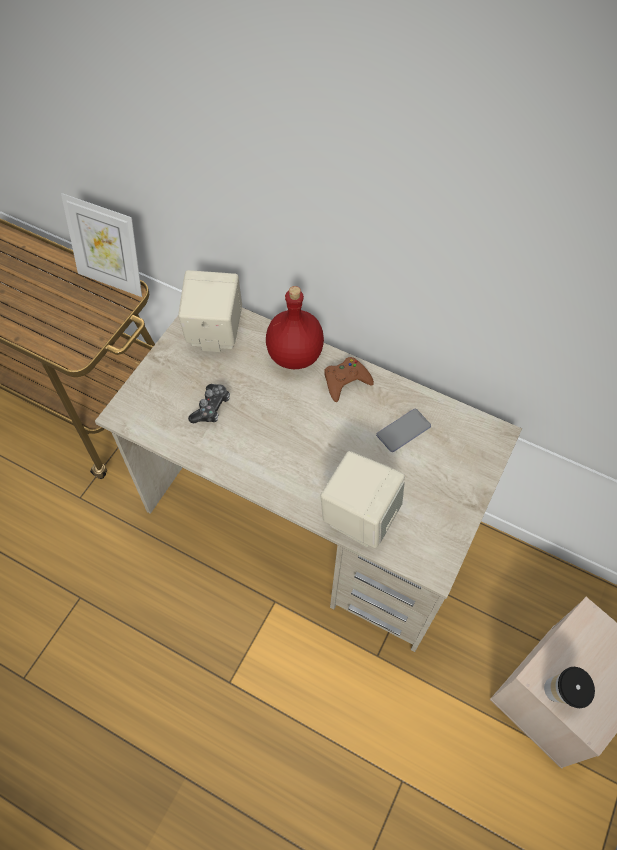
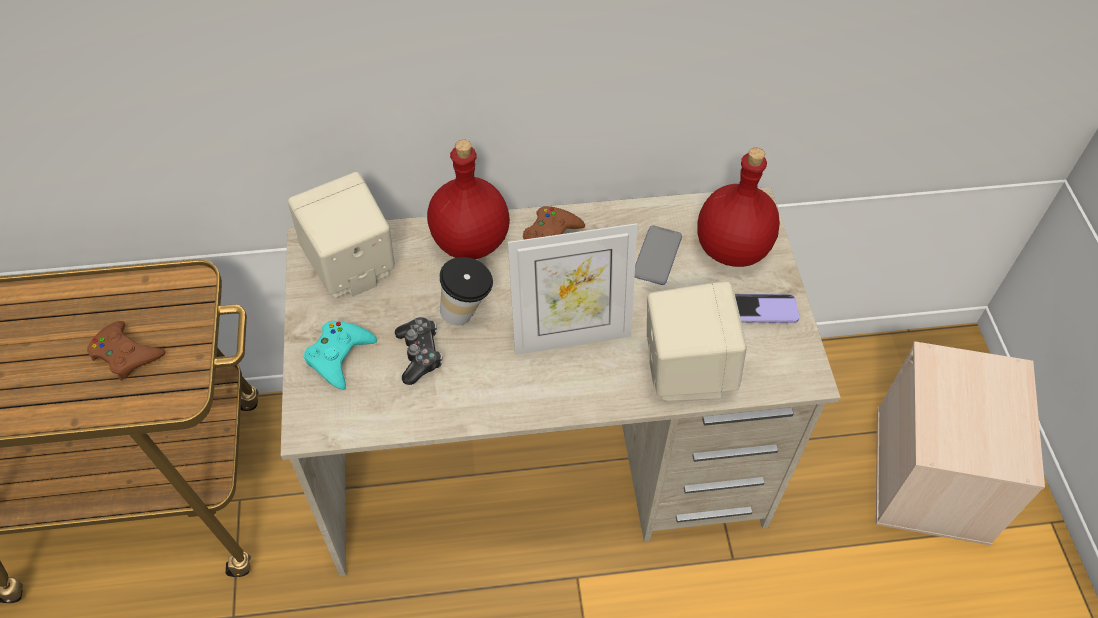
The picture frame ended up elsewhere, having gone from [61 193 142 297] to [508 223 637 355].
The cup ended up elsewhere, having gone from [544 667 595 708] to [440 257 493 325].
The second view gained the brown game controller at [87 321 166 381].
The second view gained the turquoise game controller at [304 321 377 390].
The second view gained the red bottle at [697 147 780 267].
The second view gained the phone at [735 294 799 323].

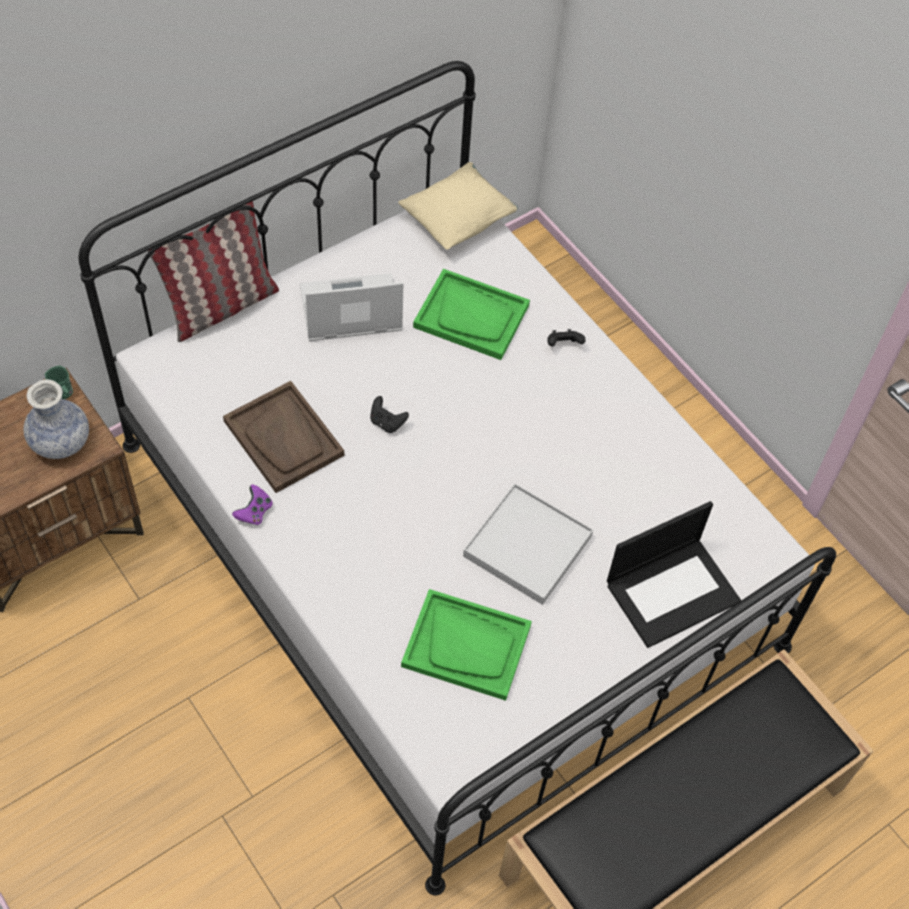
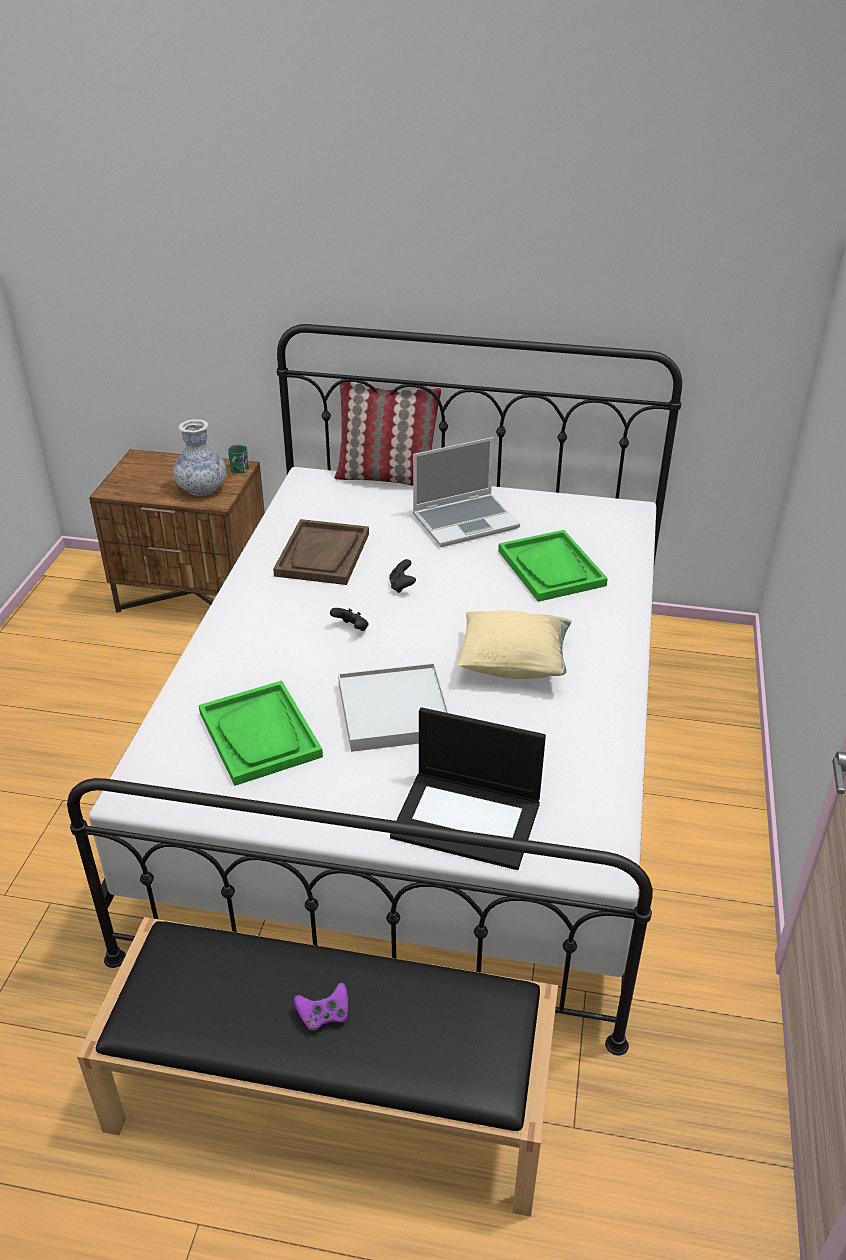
The purple game controller ended up elsewhere, having gone from [232 485 273 525] to [294 983 348 1031].
The laptop at [300 273 404 341] ended up facing another way, 120 degrees clockwise from before.
The beige pillow ended up elsewhere, having gone from [398 162 518 249] to [457 610 572 679].
The black game controller ended up elsewhere, having gone from [547 329 586 346] to [330 608 369 631].

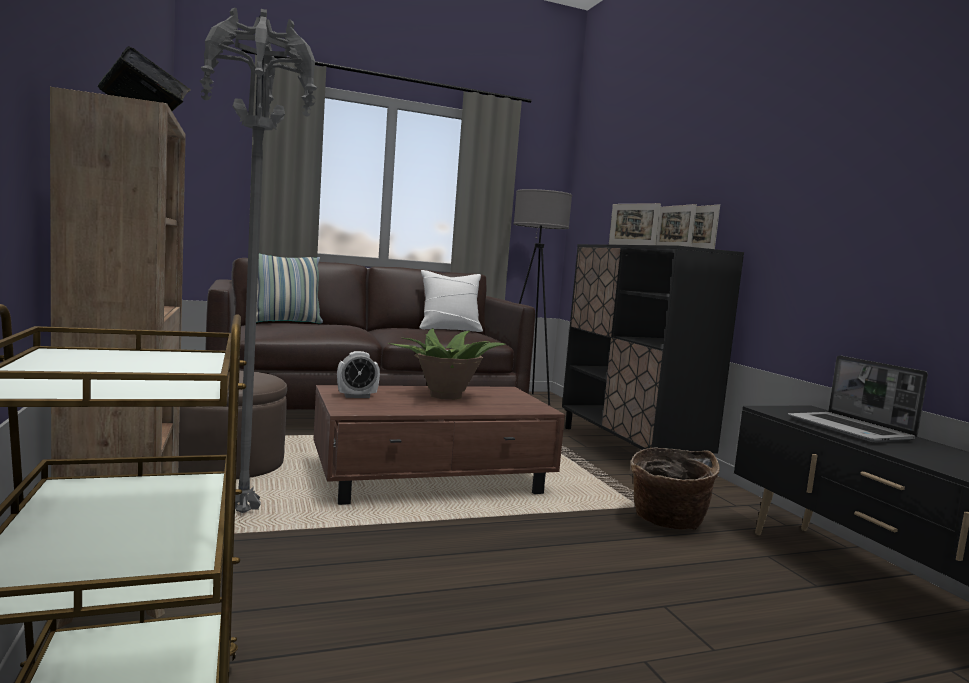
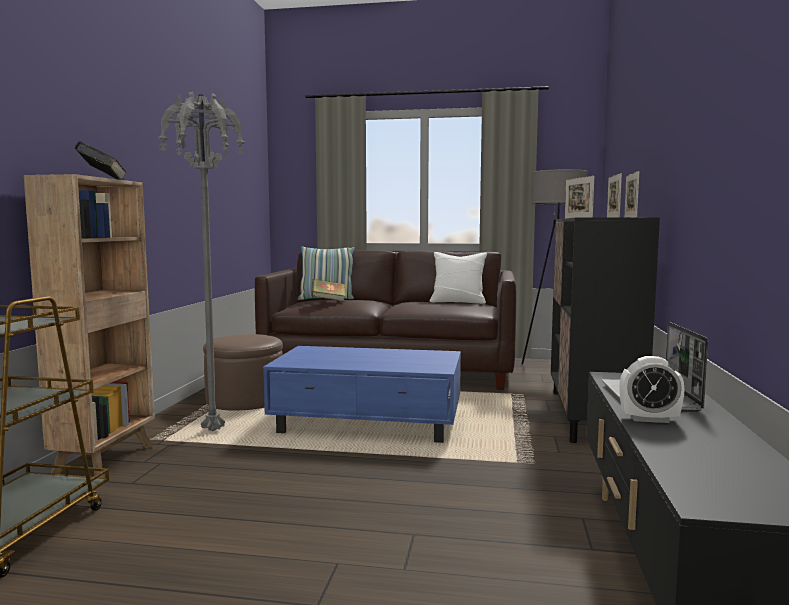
What was the brown coffee table at [313 385 565 505] turned into the blue coffee table at [263 346 461 443].
The alarm clock ended up elsewhere, having gone from [337 351 380 398] to [620 356 685 423].
The second view lost the potted plant at [388 328 505 400].
The second view lost the basket at [630 447 720 530].
The second view gained the book at [312 279 346 302].

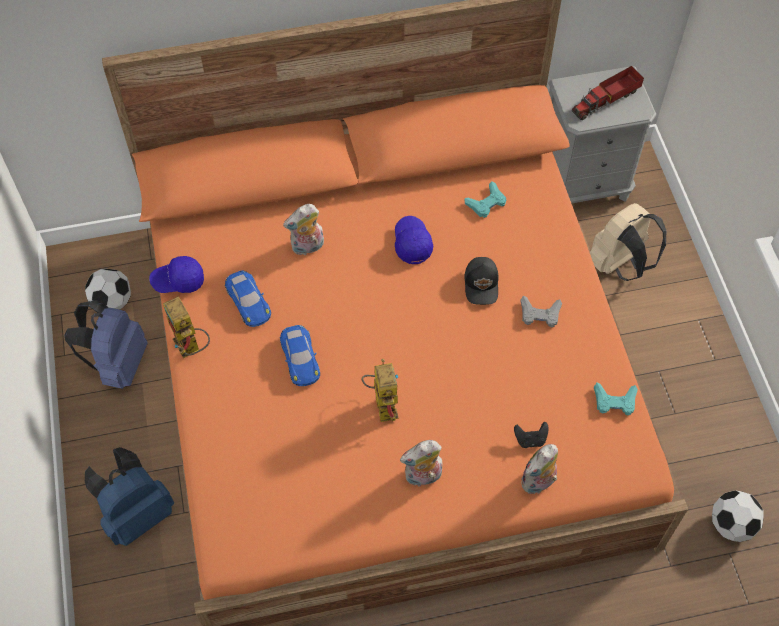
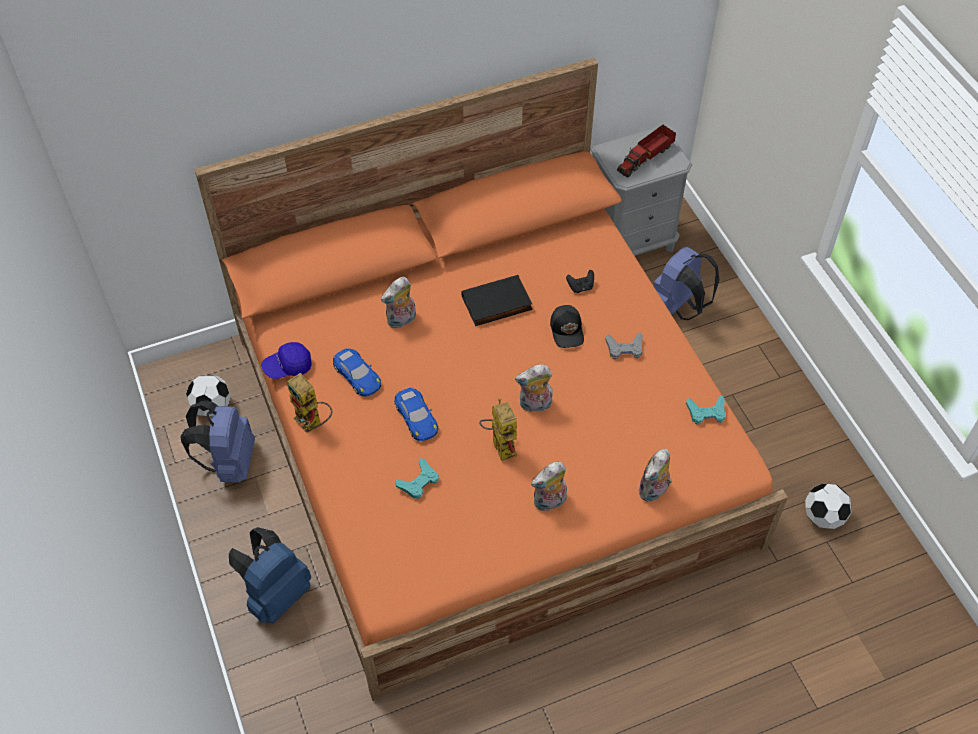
Where the blue cap stood at [395 216 433 264], the black book came to stand at [461 275 532 326].
The turquoise game controller ended up elsewhere, having gone from [464 181 507 218] to [395 458 439 499].
The black game controller ended up elsewhere, having gone from [514 422 549 448] to [566 270 594 293].
What was the beige backpack at [589 203 666 281] turned into the blue backpack at [653 247 719 320].
The second view gained the plush toy at [515 364 553 412].

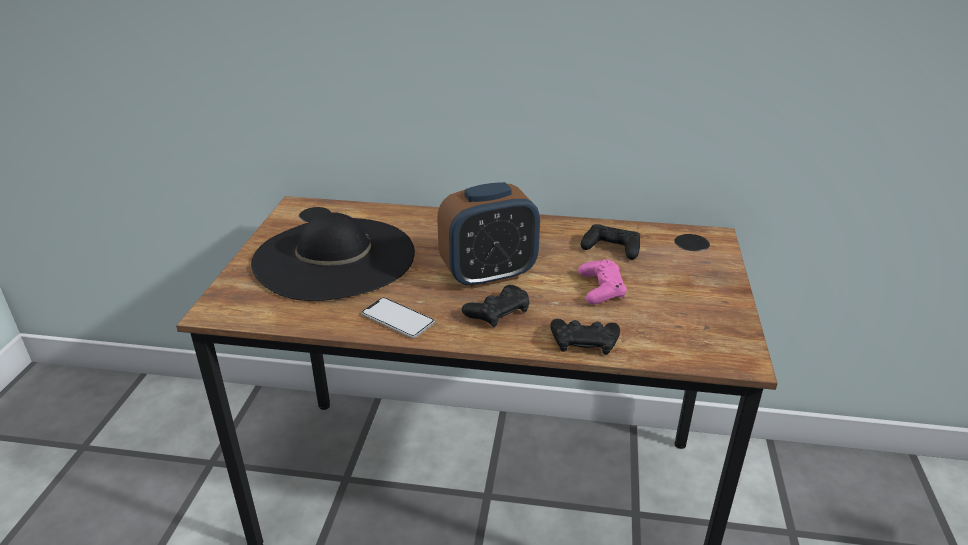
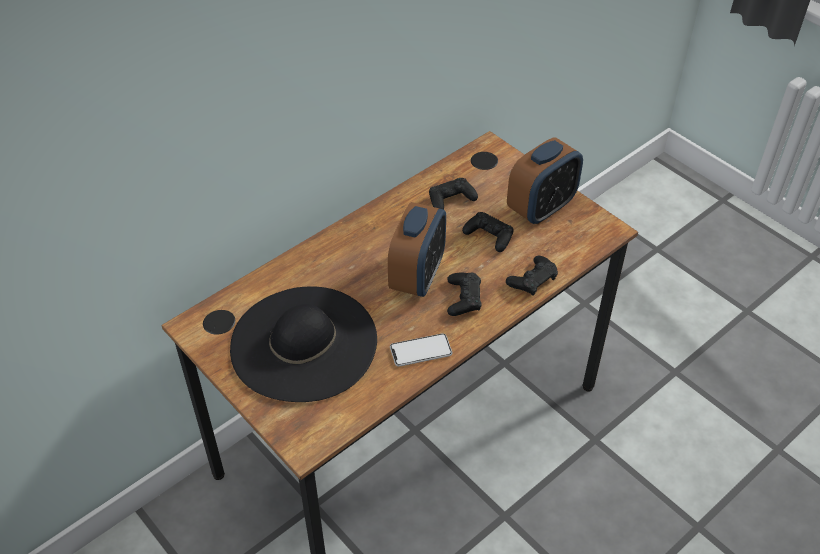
What was the pink game controller at [578 260 627 304] turned into the black game controller at [462 212 514 252].
The second view gained the alarm clock at [507 137 583 225].

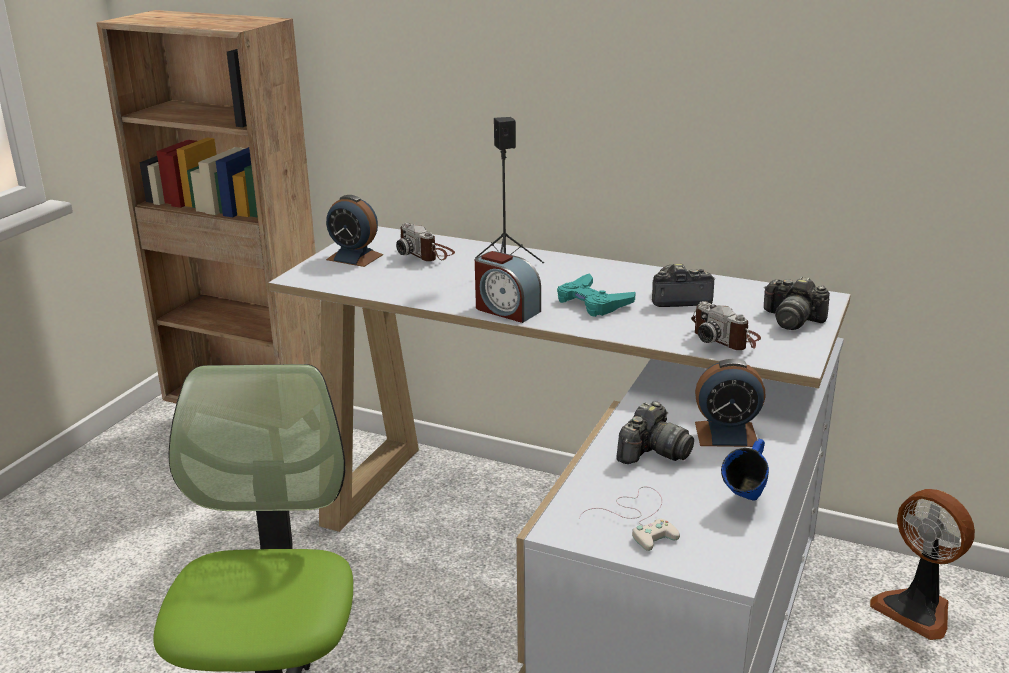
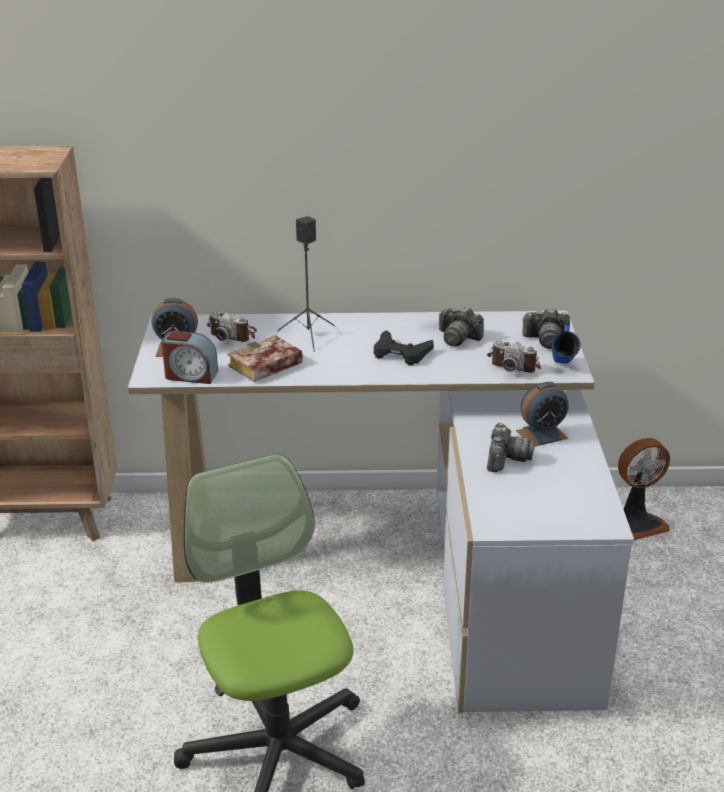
The alarm clock ended up elsewhere, having gone from [475 251 541 323] to [161 331 218 384].
What was the turquoise game controller at [557 273 636 317] turned into the black game controller at [374 330 434 366].
The second view lost the white game controller at [578 486 680 551].
The photo camera at [652 264 715 307] ended up facing another way, 120 degrees counterclockwise from before.
The blue mug ended up elsewhere, having gone from [721 439 769 501] to [552 325 581 364].
The fan at [870 489 975 640] ended up facing another way, 45 degrees counterclockwise from before.
The second view gained the book at [228 335 303 382].

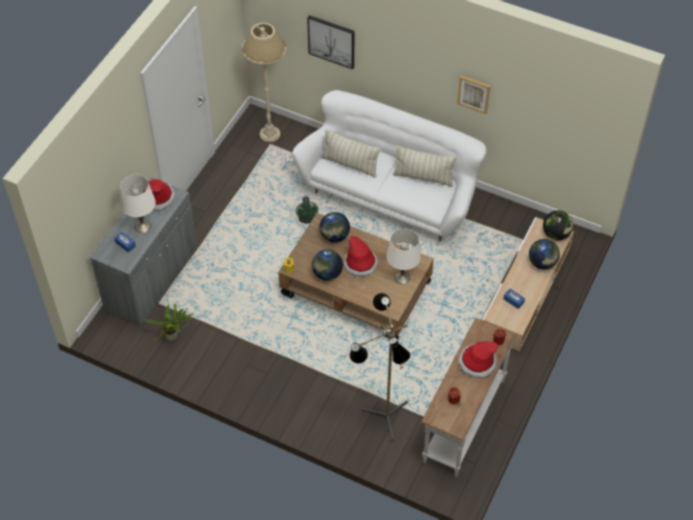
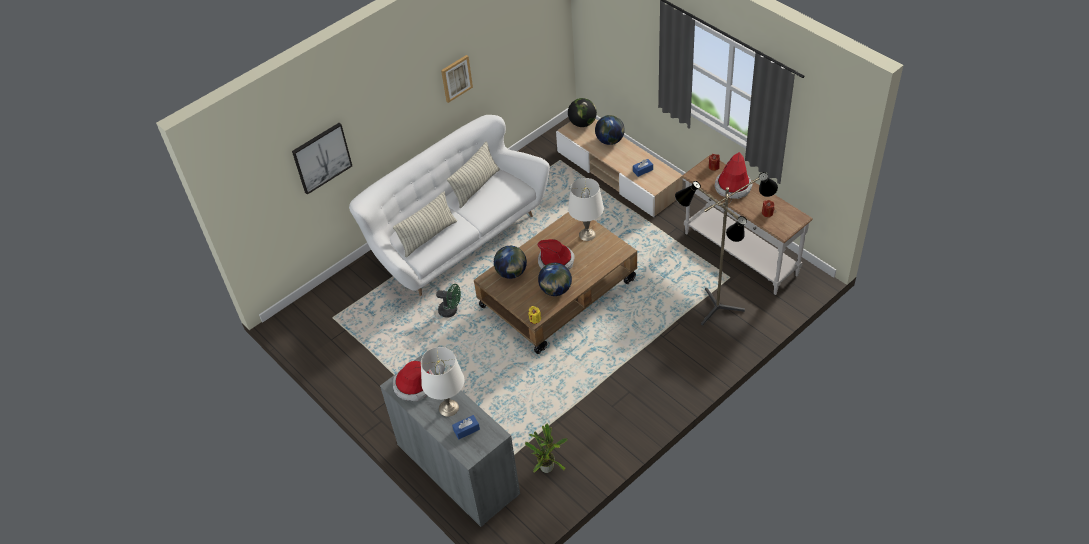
The second view lost the beige floor lamp at [242 23 286 142].

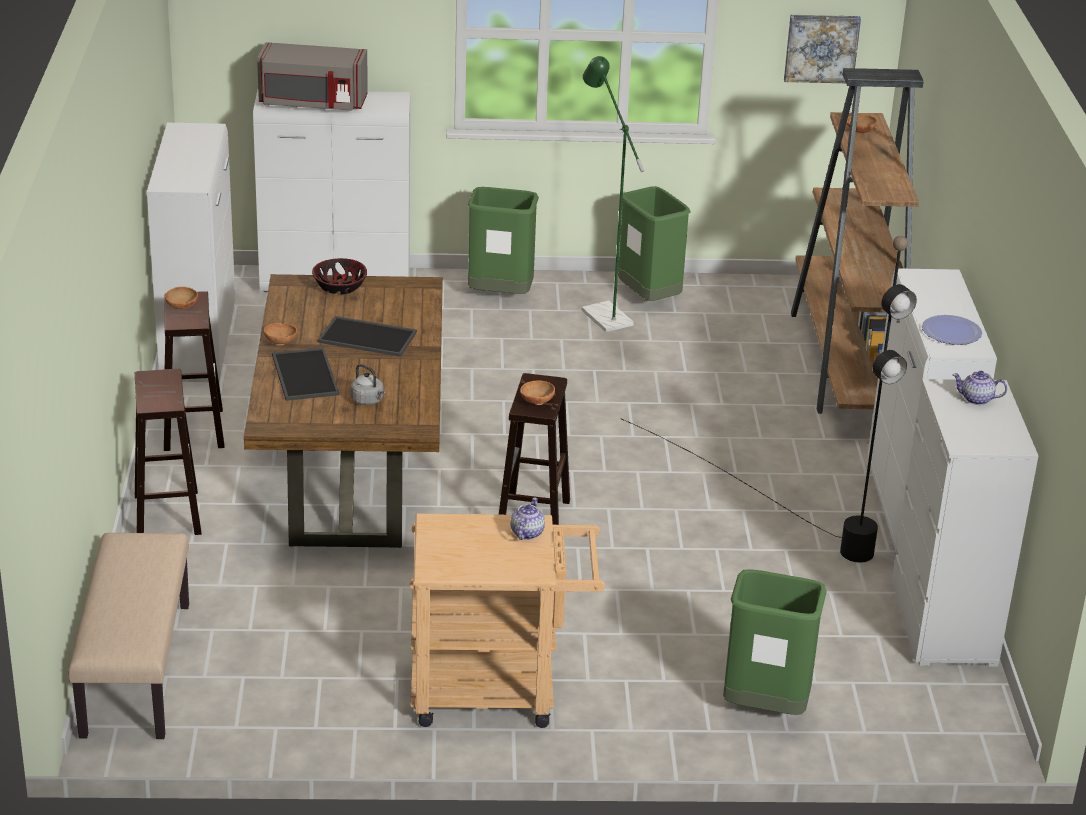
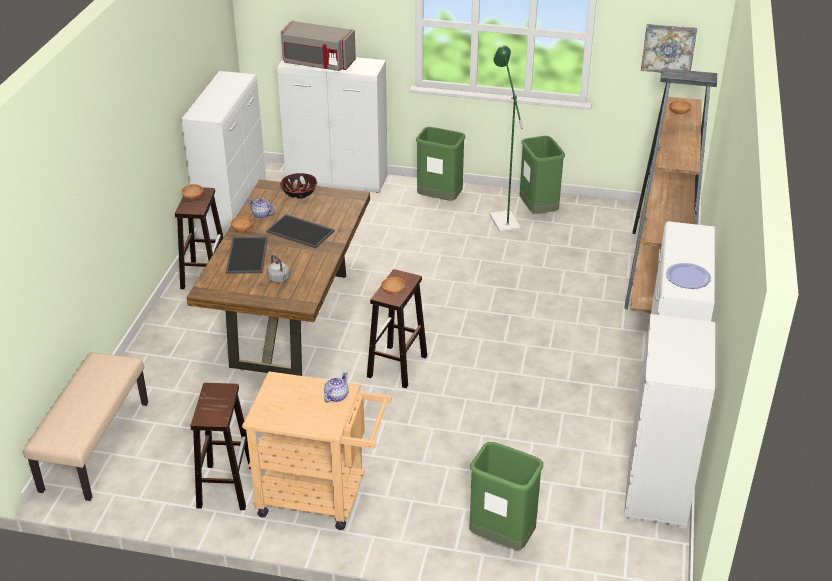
The brown stool ended up elsewhere, having gone from [135 369 202 535] to [190 383 251 510].
The second view lost the black floor lamp at [620 236 917 563].
The teapot ended up elsewhere, having gone from [953 371 1007 405] to [247 198 275 219].

